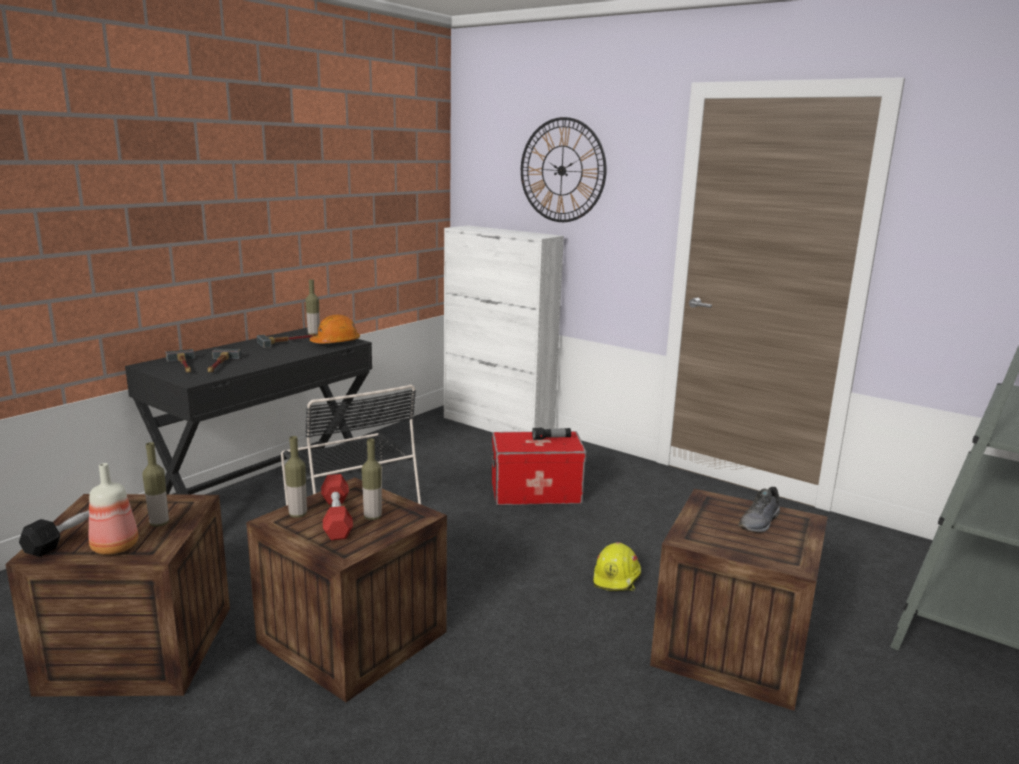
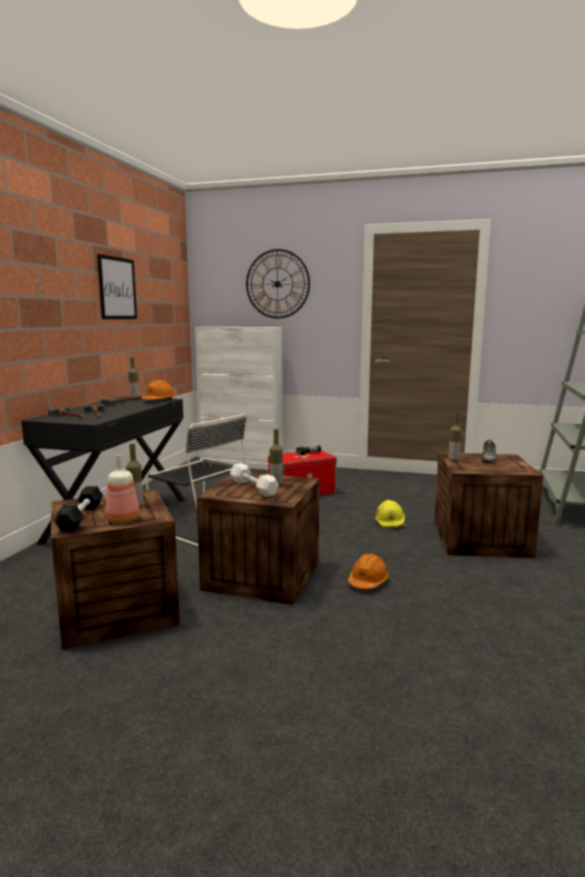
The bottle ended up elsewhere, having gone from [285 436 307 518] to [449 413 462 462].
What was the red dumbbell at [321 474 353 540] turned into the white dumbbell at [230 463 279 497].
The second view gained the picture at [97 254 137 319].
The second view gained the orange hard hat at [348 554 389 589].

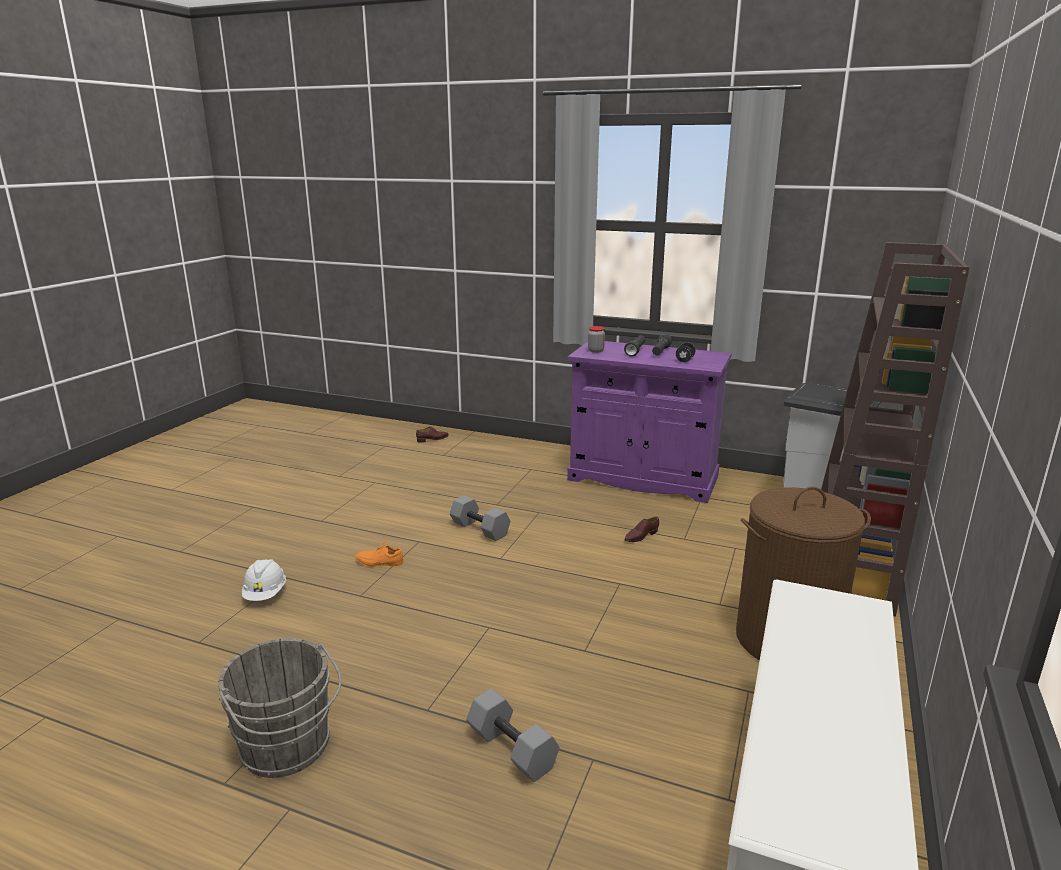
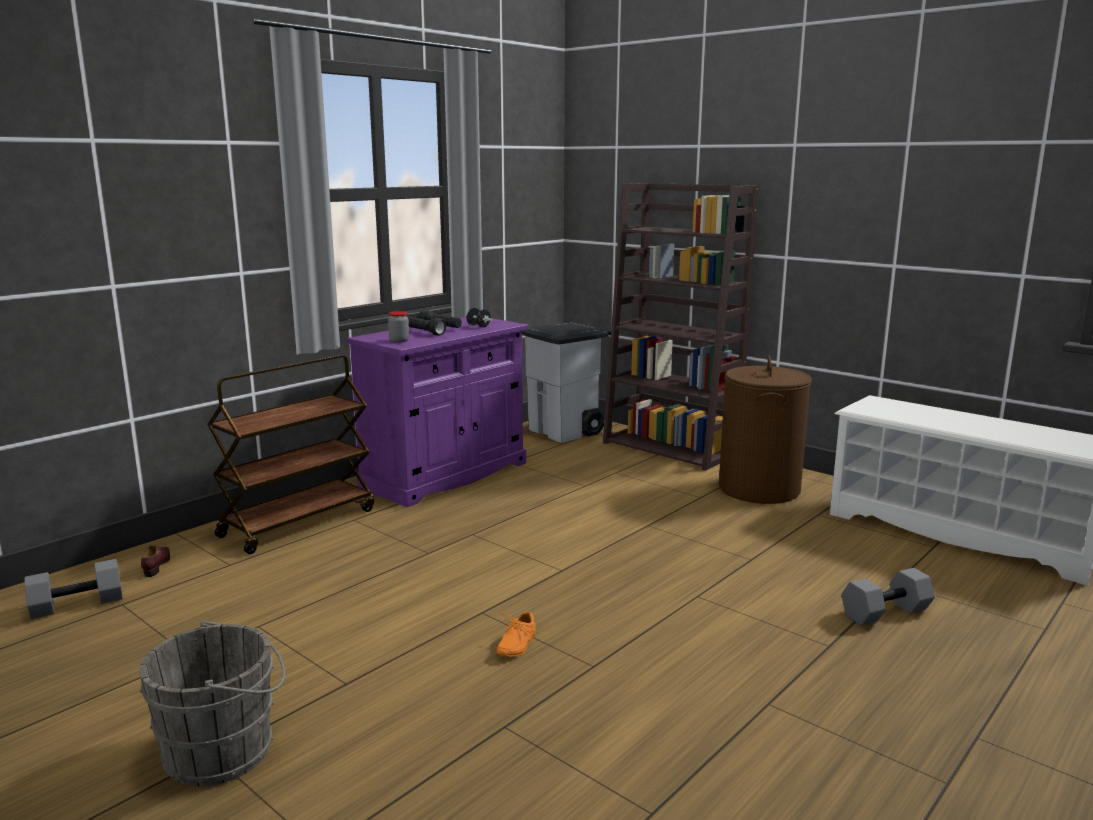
The grey bucket ended up elsewhere, having gone from [218 638 342 778] to [139 621 285 786].
The second view lost the white hard hat at [242 559 286 601].
The grey dumbbell ended up elsewhere, having gone from [450 495 511 541] to [24 559 123 619].
The second view lost the brown shoe at [624 516 659 542].
The second view gained the brown cart at [207 355 374 554].

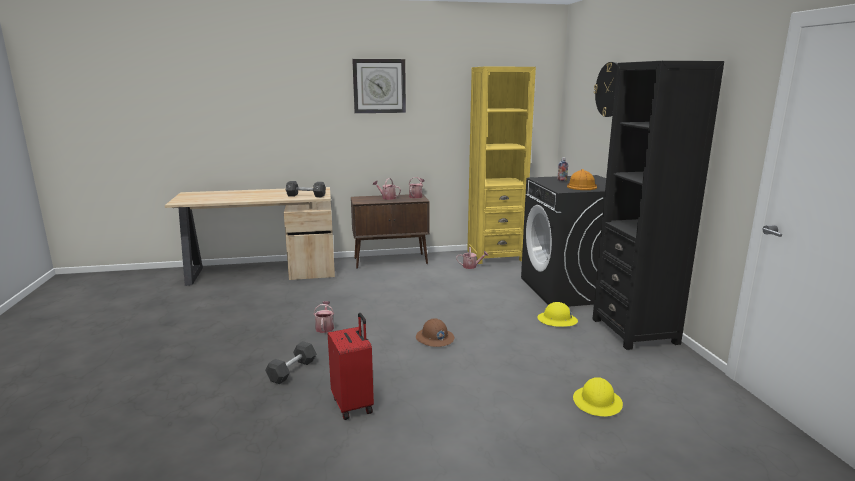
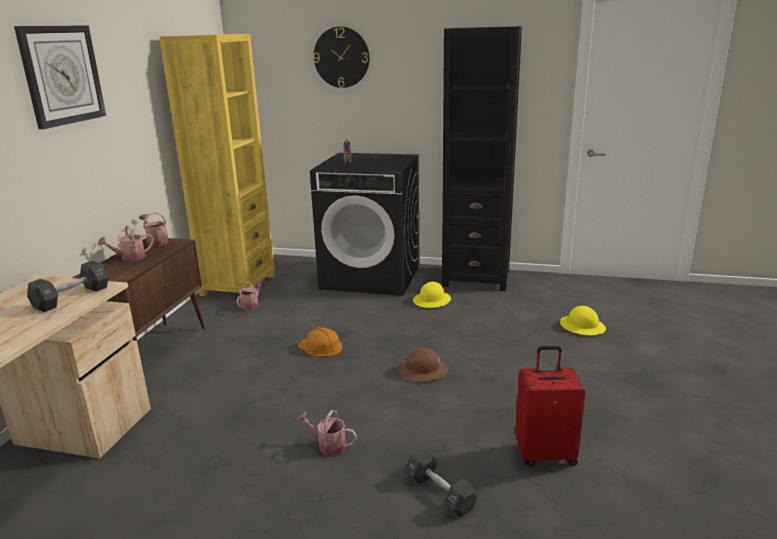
The orange hard hat ended up elsewhere, having gone from [567 169 597 190] to [298 327 342 358].

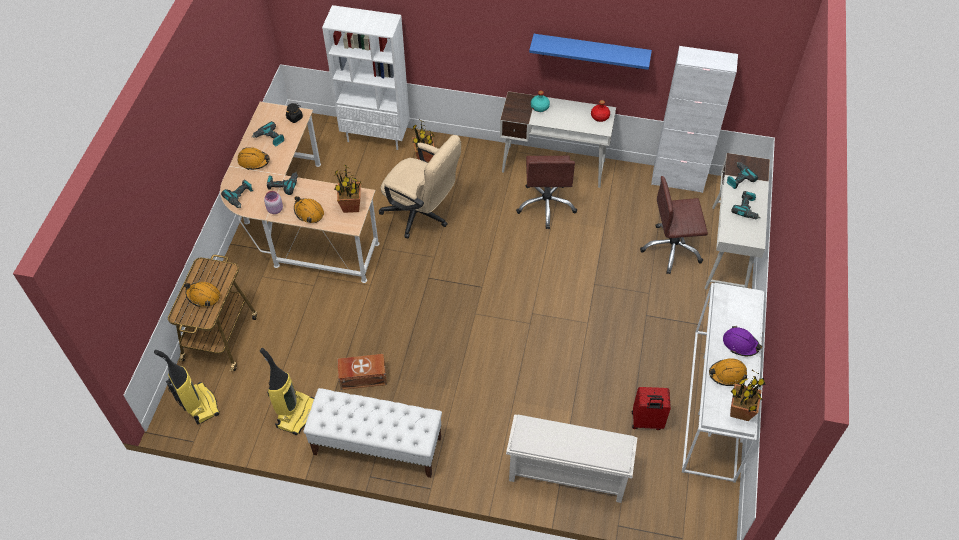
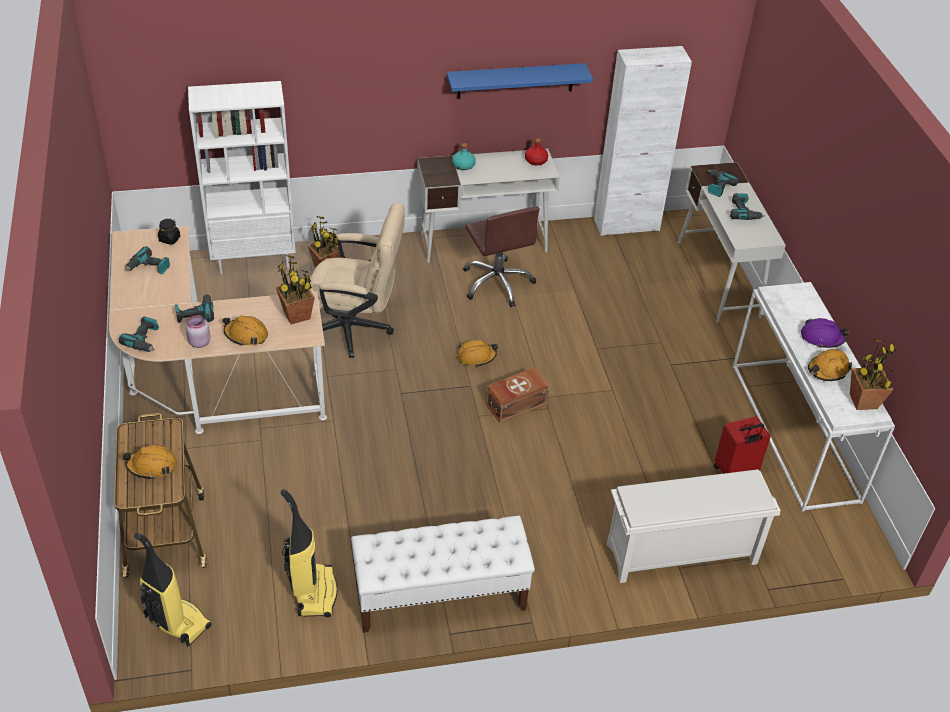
The orange hard hat ended up elsewhere, having gone from [238 147 270 170] to [457 340 498 367].
The brown storage box ended up elsewhere, having gone from [337 354 387 390] to [486 368 549 423].
The second view lost the brown office chair at [640 176 708 274].

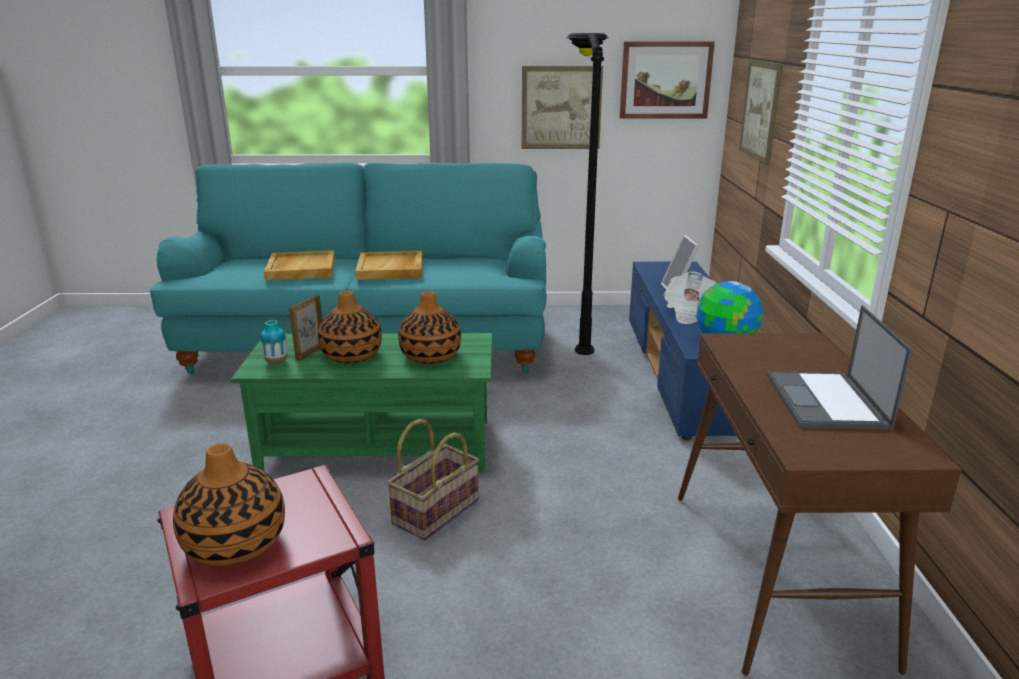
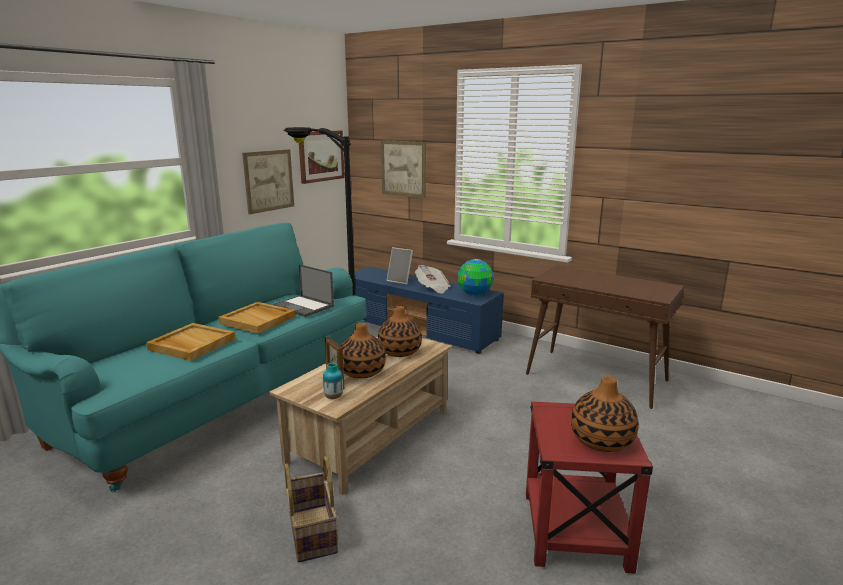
What was the green coffee table at [231 333 492 473] turned into the beige coffee table at [270 337 452 495].
The basket ended up elsewhere, having gone from [387 419 479 540] to [284 456 338 563].
The laptop ended up elsewhere, having gone from [767 305 912 430] to [273 264 334 317].

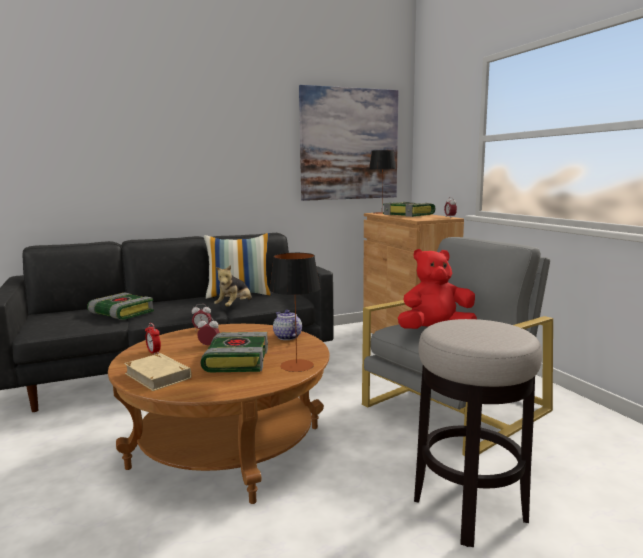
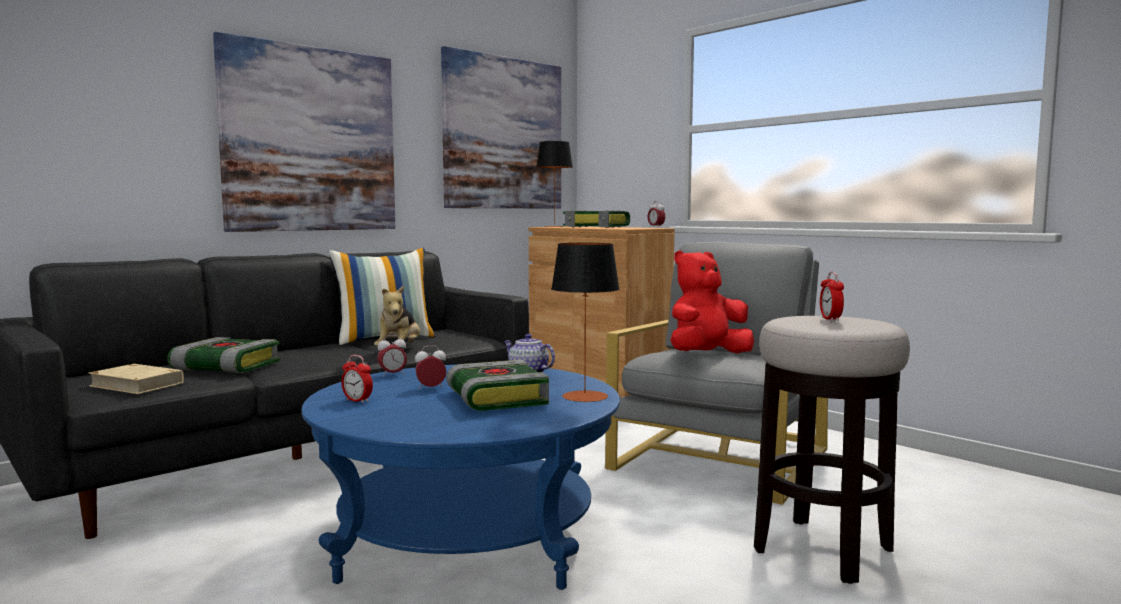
What was the brown coffee table at [108 324 330 504] turned into the blue coffee table at [301 364 620 590].
The beige book ended up elsewhere, having gone from [124 353 191 391] to [88 364 184 394].
The second view gained the picture at [213 32 396 232].
The second view gained the alarm clock at [820 272 844 321].

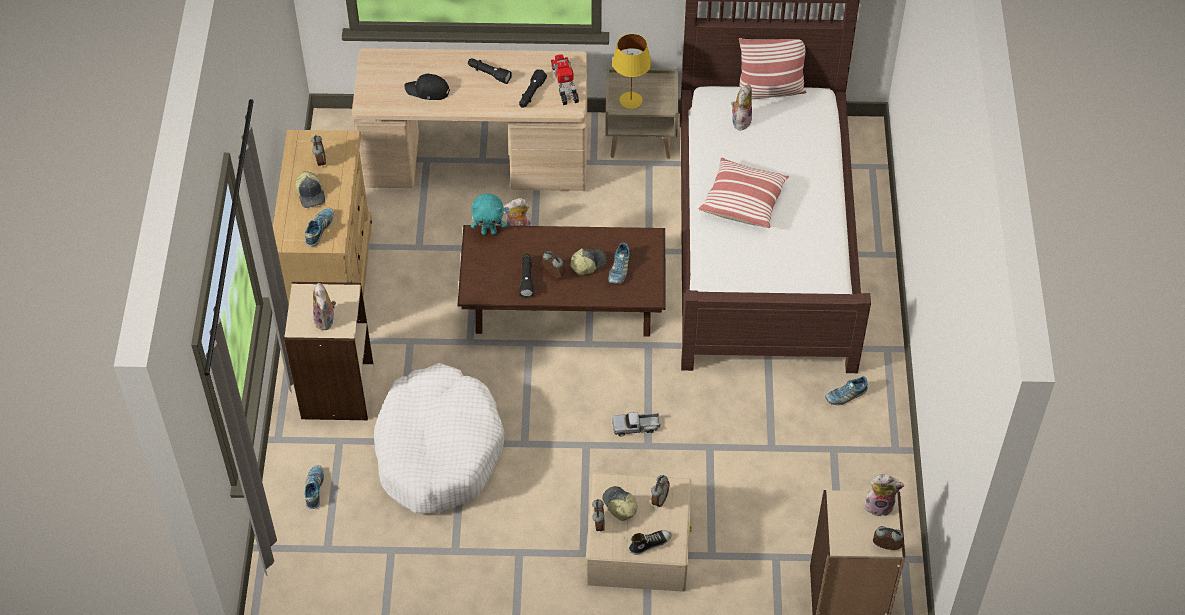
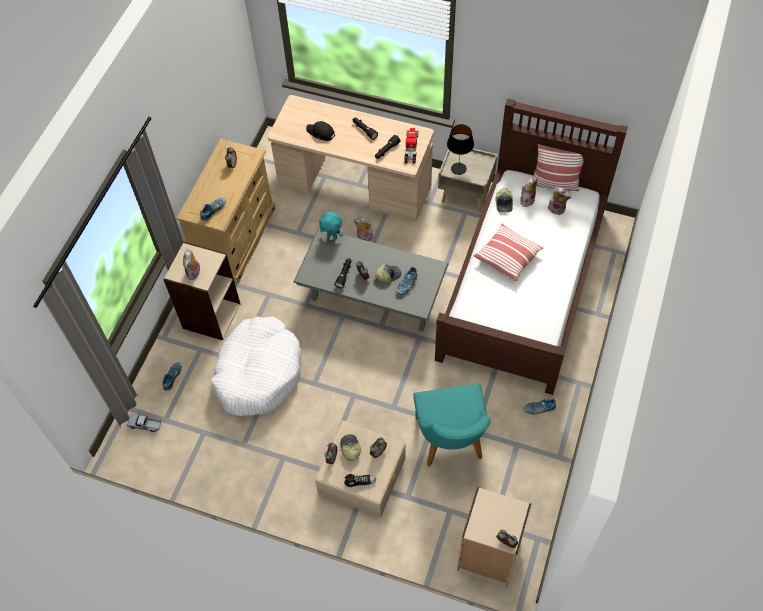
The cap ended up elsewhere, having gone from [296 171 325 208] to [495 188 513 212].
What was the brown coffee table at [457 225 665 337] turned into the grey coffee table at [293 228 449 332].
What was the yellow table lamp at [612 34 652 109] turned into the black table lamp at [447 124 474 175].
The toy truck ended up elsewhere, having gone from [612 412 660 437] to [127 414 161 432].
The plush toy ended up elsewhere, having gone from [864 474 904 516] to [548 187 571 215].
The second view gained the turquoise chair at [413 384 491 467].

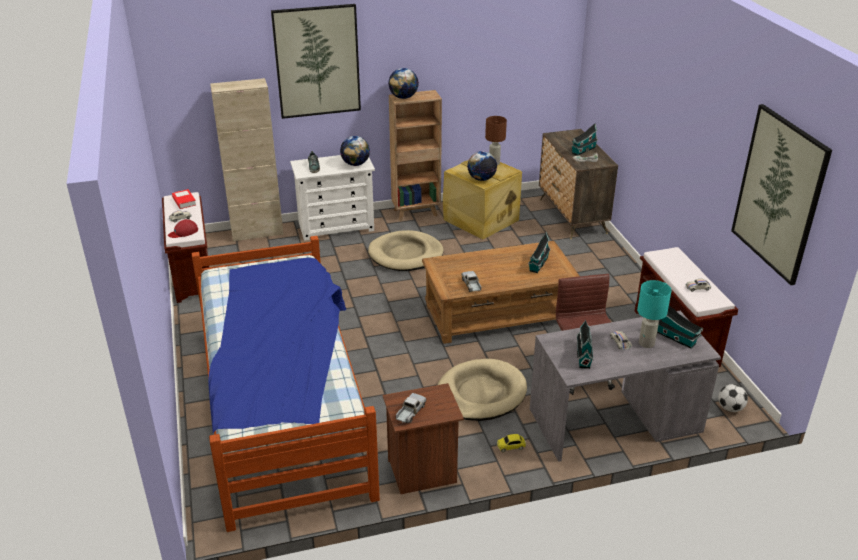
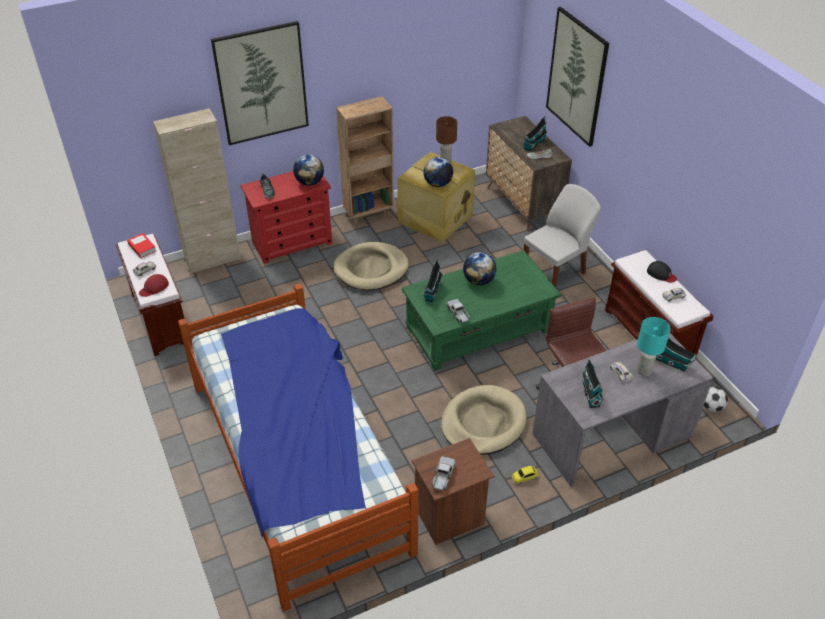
What was the white dresser at [290 155 375 241] turned into the red dresser at [240 171 332 264].
The globe ended up elsewhere, having gone from [388 68 419 99] to [463 252 497 285].
What was the brown coffee table at [422 241 579 344] turned into the green coffee table at [402 250 561 371].
The toy house ended up elsewhere, having gone from [528 231 551 273] to [423 259 443 302].
The picture ended up elsewhere, having gone from [731 104 832 285] to [546 7 609 147].
The second view gained the white chair at [524 184 601 287].
The second view gained the black cap at [647 261 677 283].

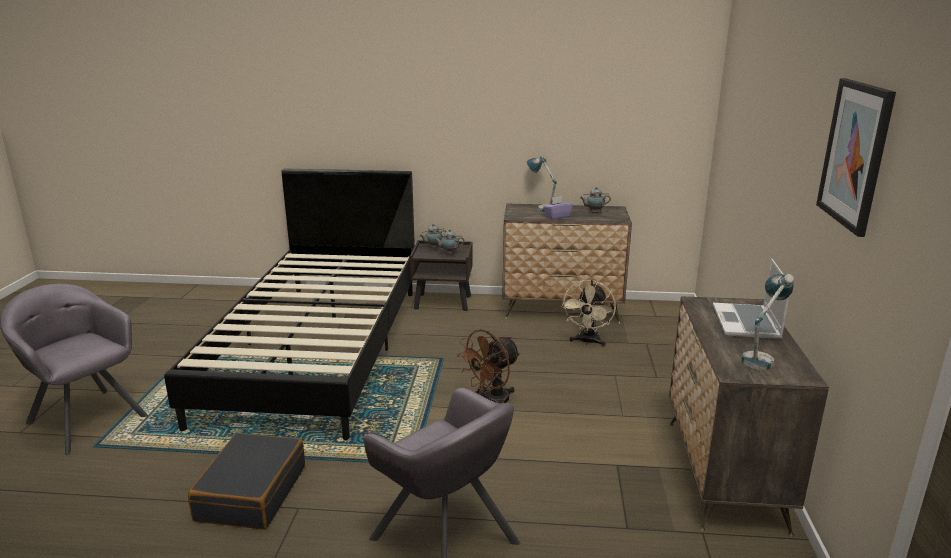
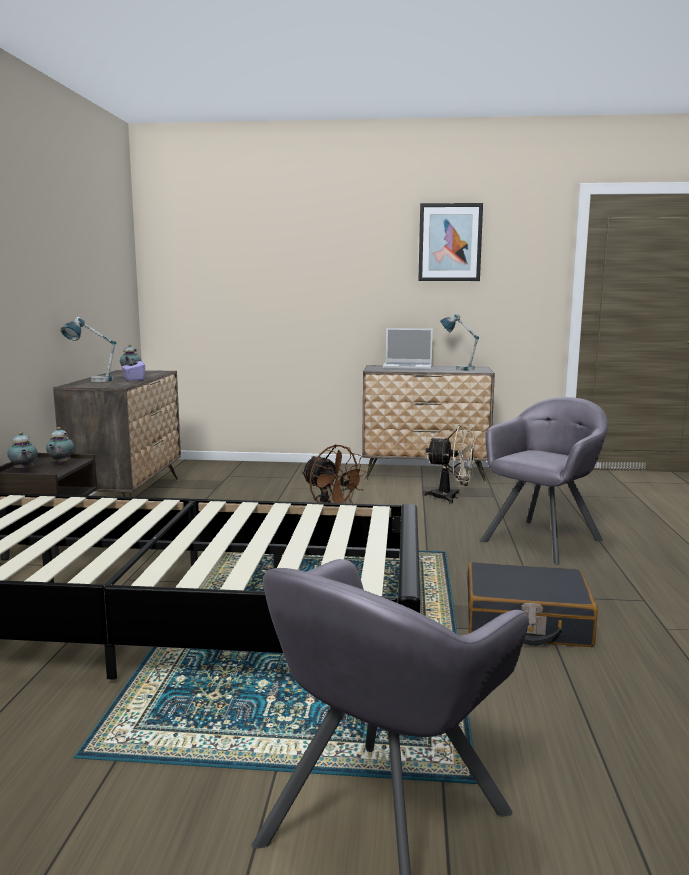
The beige fan ended up elsewhere, having gone from [561 280 616 347] to [423 425 476 504].

